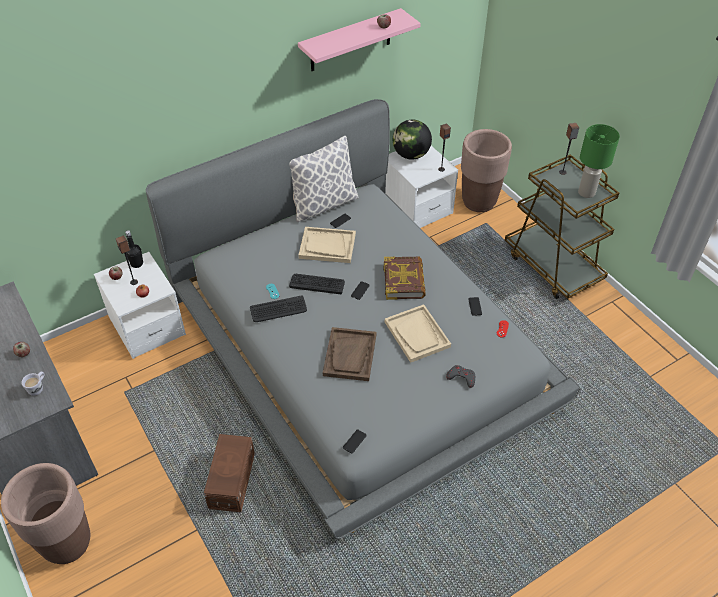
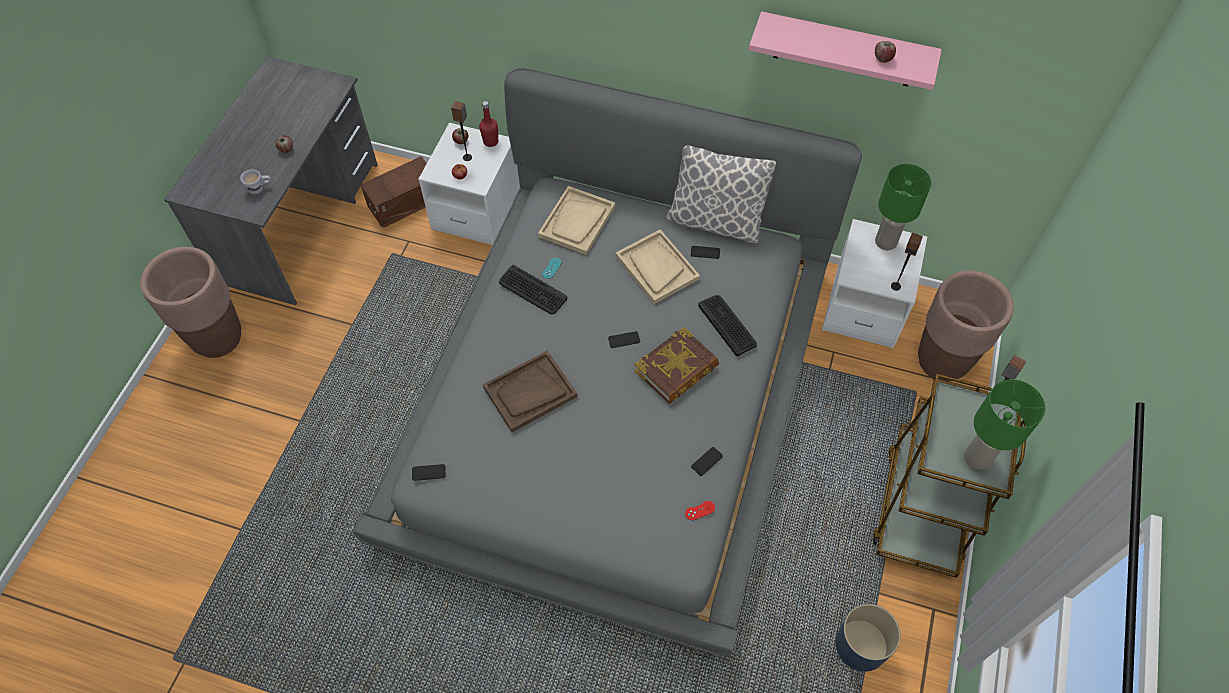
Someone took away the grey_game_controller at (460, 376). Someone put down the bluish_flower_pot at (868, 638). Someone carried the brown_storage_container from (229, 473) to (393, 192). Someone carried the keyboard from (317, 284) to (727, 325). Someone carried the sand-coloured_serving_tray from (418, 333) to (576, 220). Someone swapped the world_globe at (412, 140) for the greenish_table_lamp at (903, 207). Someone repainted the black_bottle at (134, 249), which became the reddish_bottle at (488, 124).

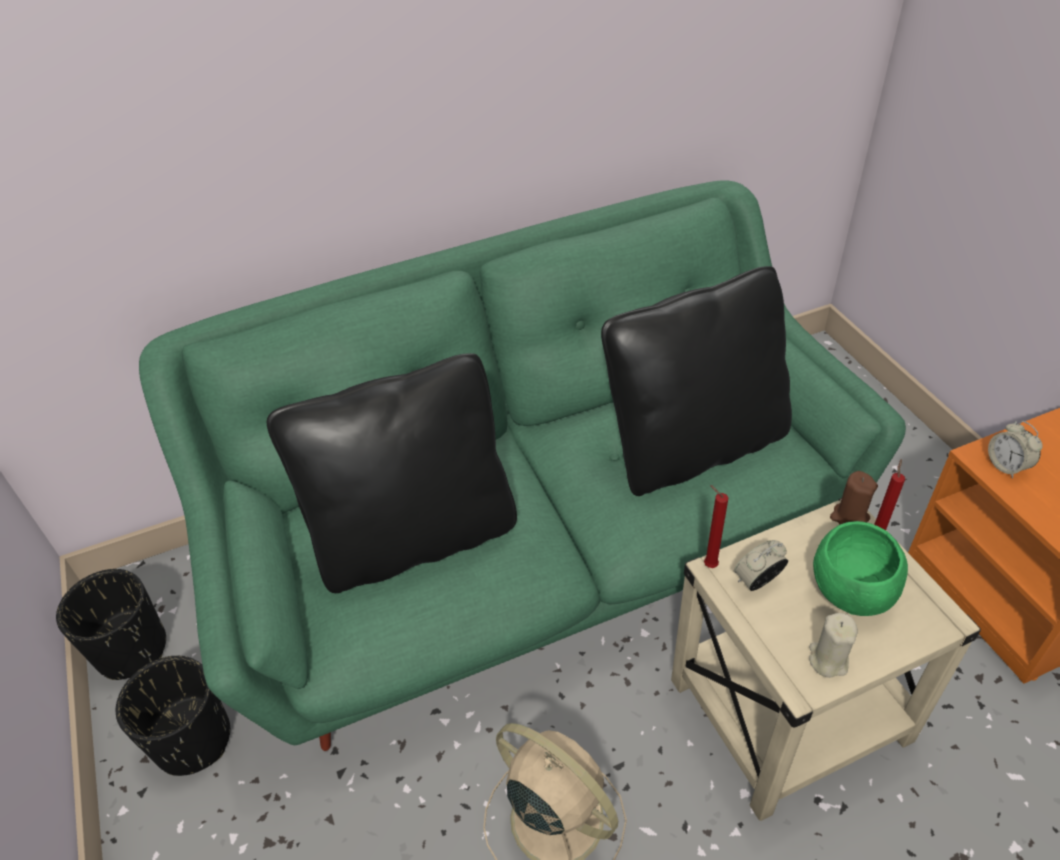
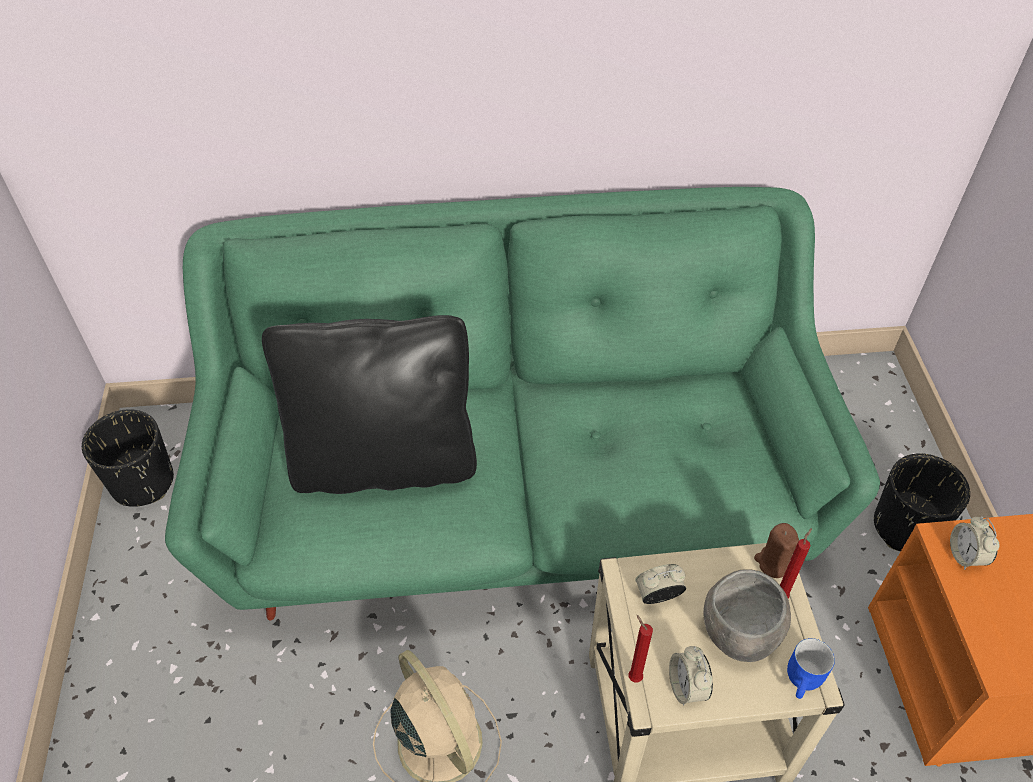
Someone took away the black_cushion at (696, 381). Someone put down the bluish_tea_mug at (811, 668). Someone carried the black_flower_pot from (173, 716) to (922, 502). Someone carried the reddish_wax_light from (716, 526) to (641, 649). Someone swapped the sand-coloured_wax_light at (833, 645) for the table_clock at (691, 676). Someone repainted the greenish_bowl at (860, 568), which became the grey_bowl at (747, 615).

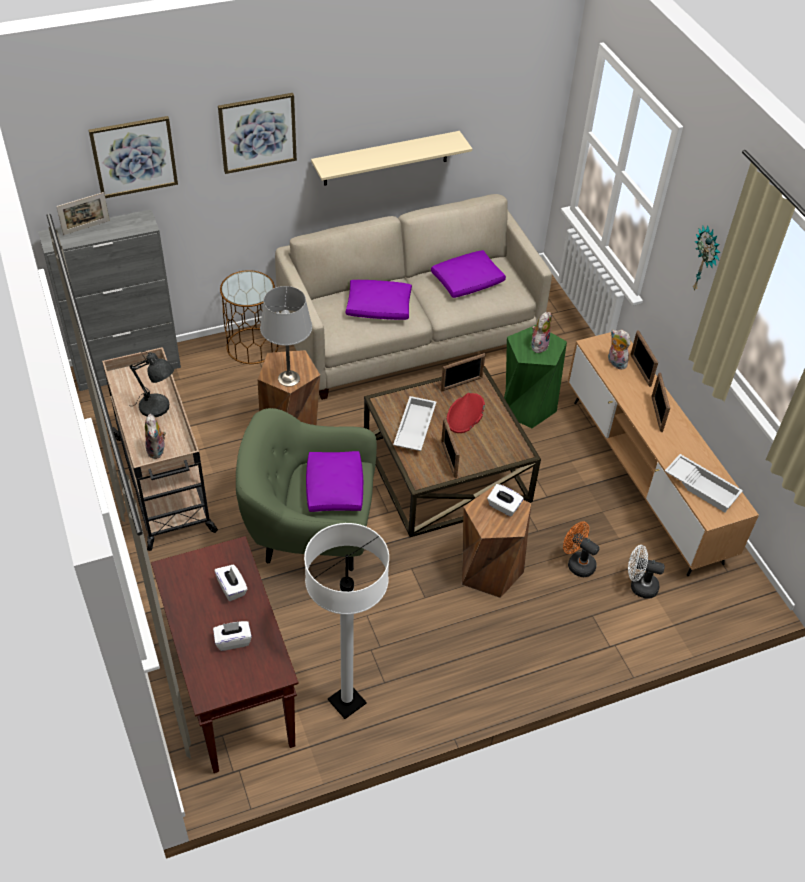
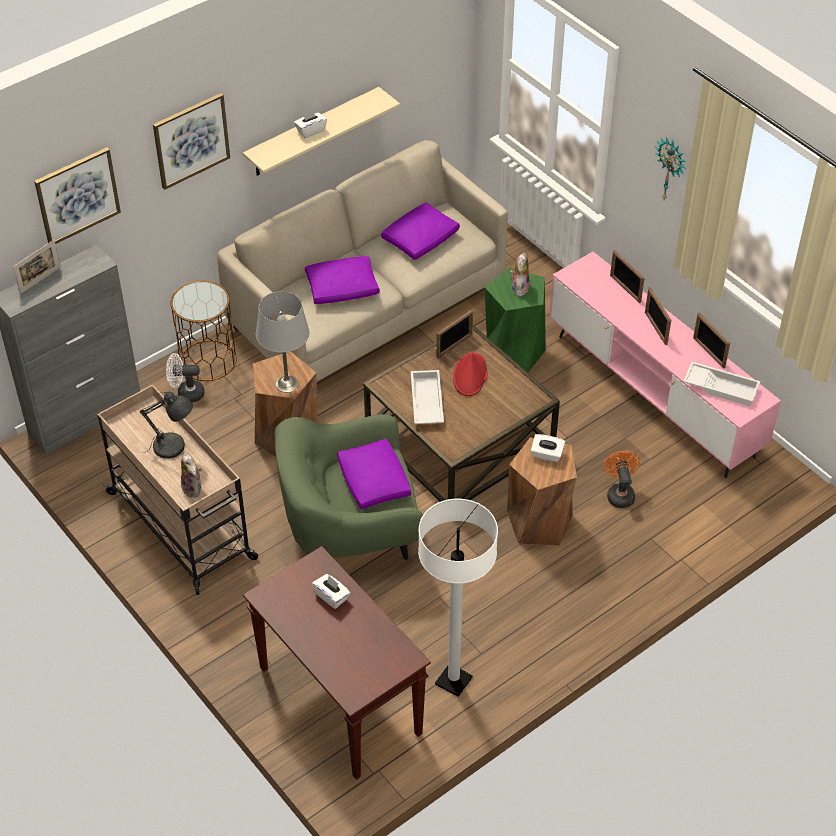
Someone took away the cuddly_toy at (619, 350). Someone carried the white-coloured_tissue_holder from (232, 636) to (310, 124). Someone carried the standing_frame from (450, 448) to (711, 340). Someone carried the white-coloured_electric_fan from (646, 571) to (185, 378). Someone repainted the brown_tv_unit at (663, 452), which became the pink-coloured_tv_unit at (665, 365). Someone rotated the orange_electric_fan at (581, 549) by 60 degrees clockwise.

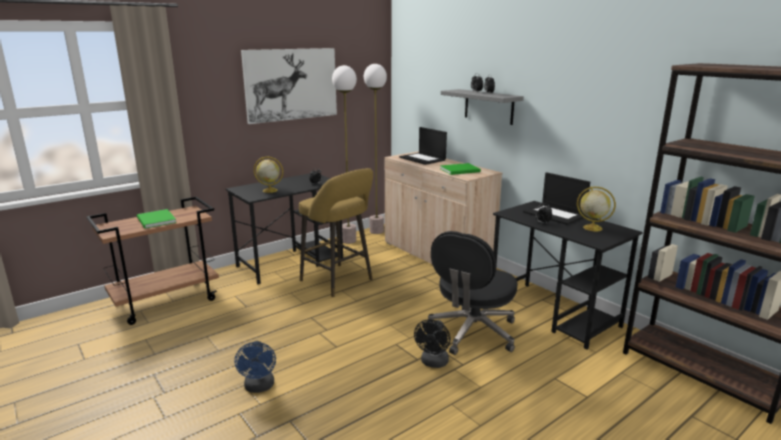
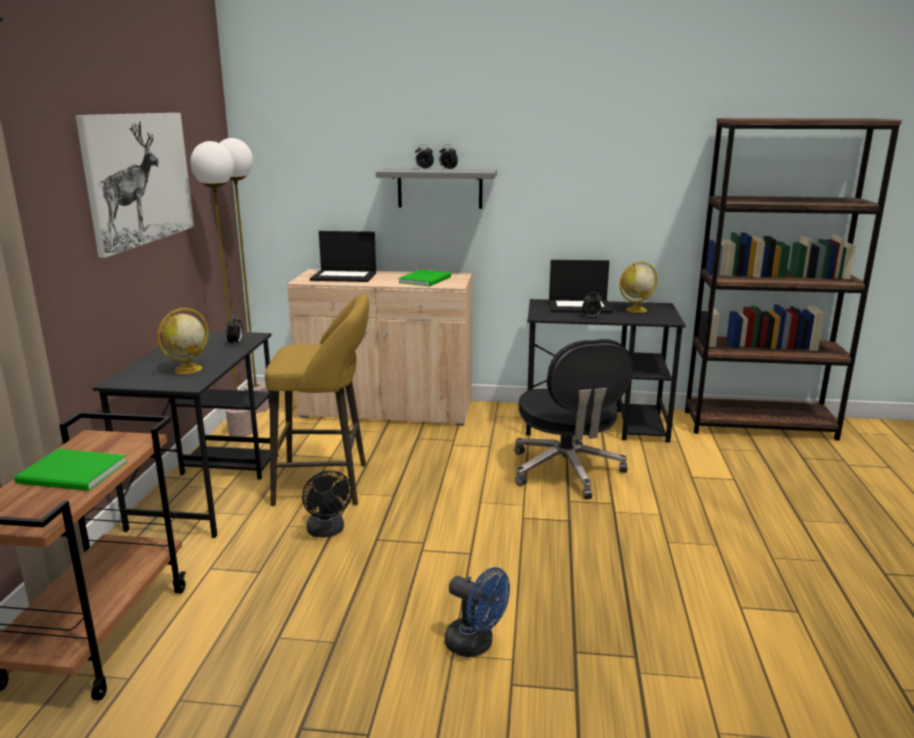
Someone carried the black_electric_fan from (432, 343) to (327, 504).

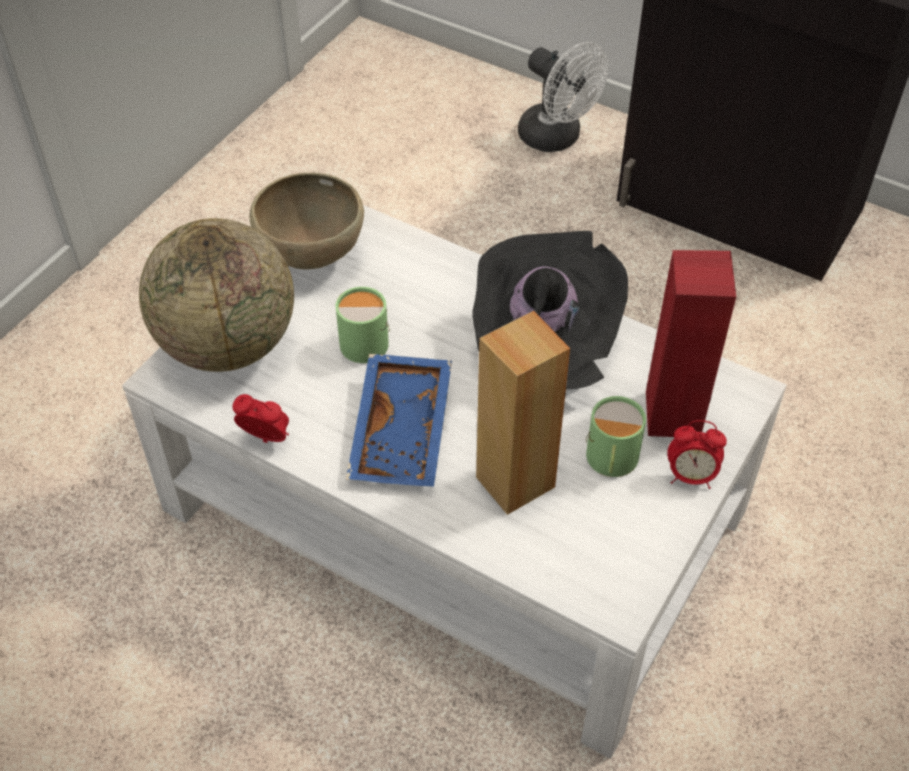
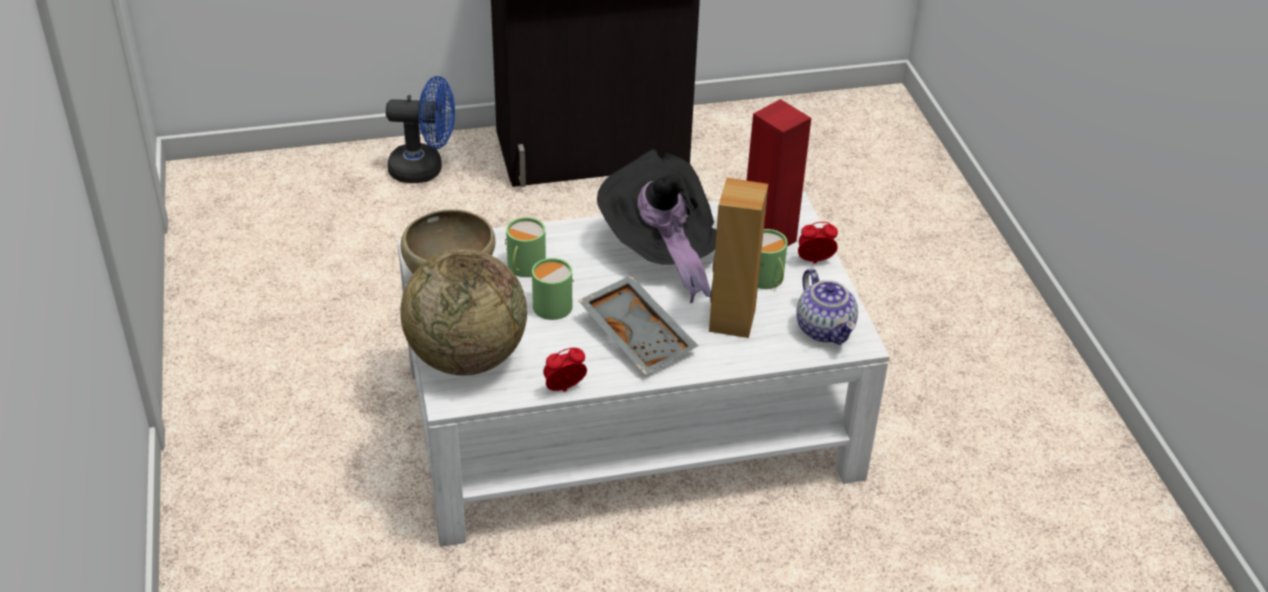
Someone put down the greenish_tea_mug at (525, 247). Someone put down the pot_for_tea at (827, 307). Someone repainted the bluish_serving_tray at (399, 420), which became the grey_serving_tray at (638, 325). Someone repainted the white-coloured_electric_fan at (563, 97), which became the bluish_electric_fan at (420, 129). Someone rotated the table_clock at (697, 454) by 150 degrees counterclockwise.

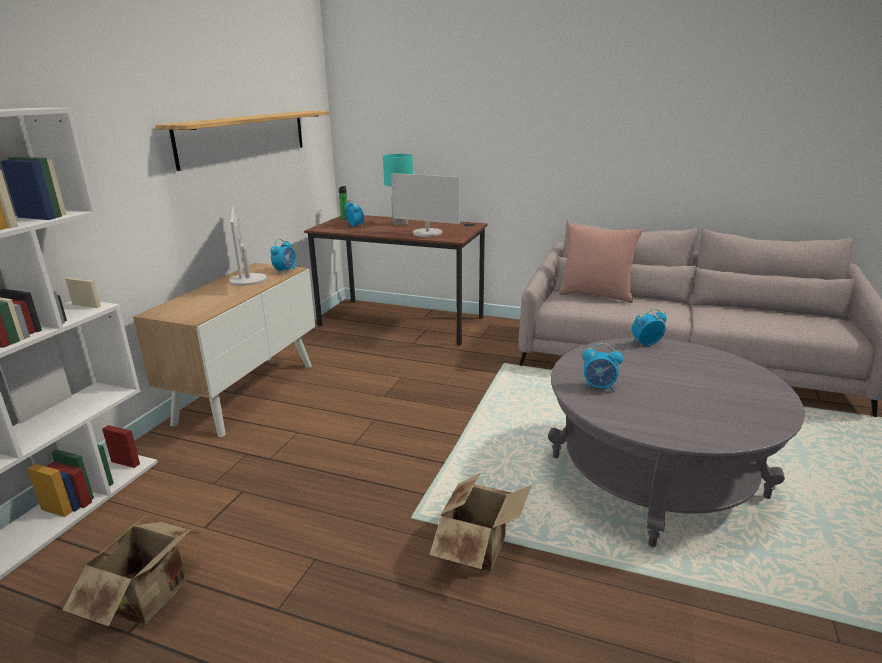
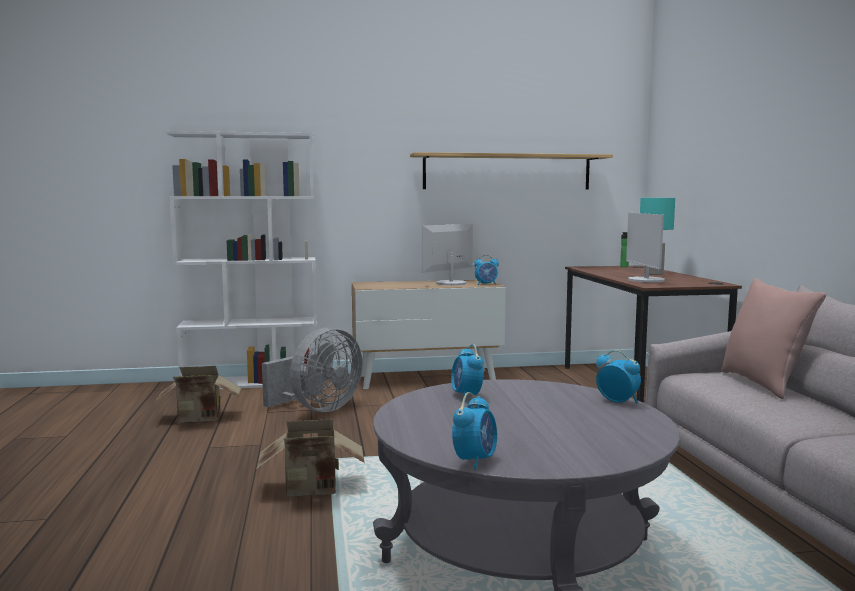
Someone put down the grey_electric_fan at (312, 369). Someone carried the table_clock from (354, 213) to (474, 431).

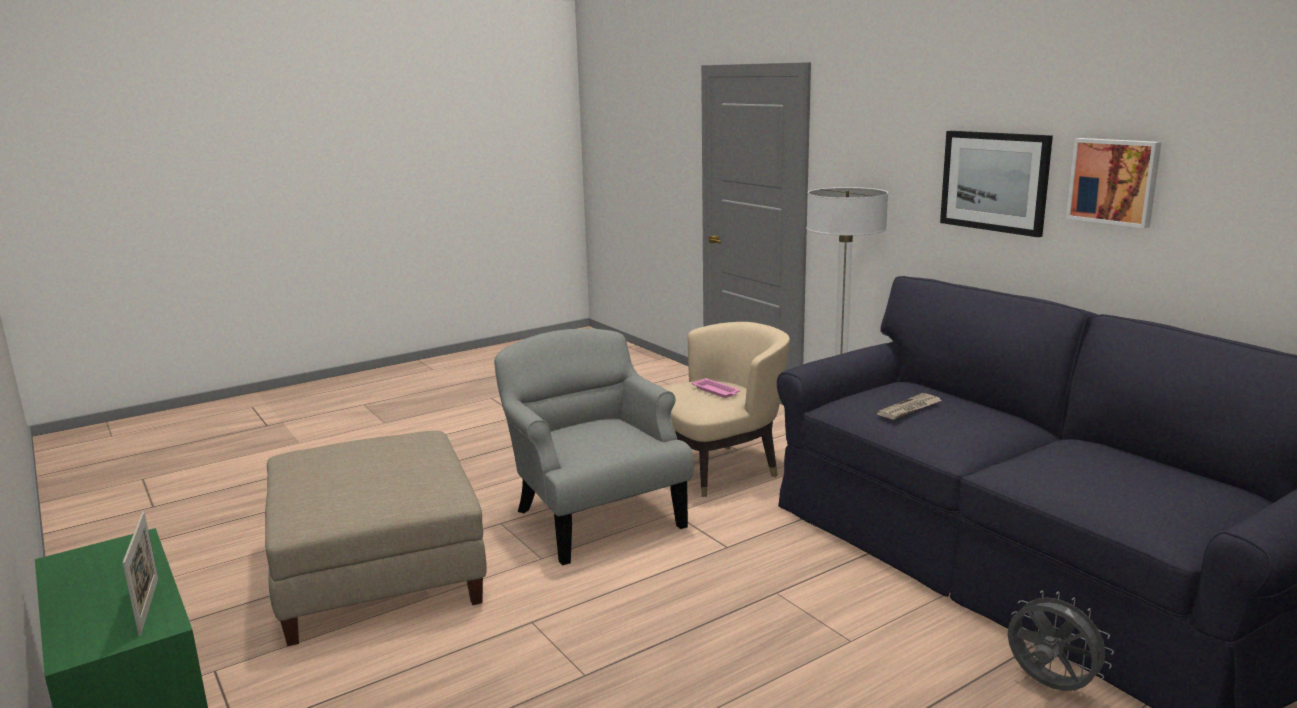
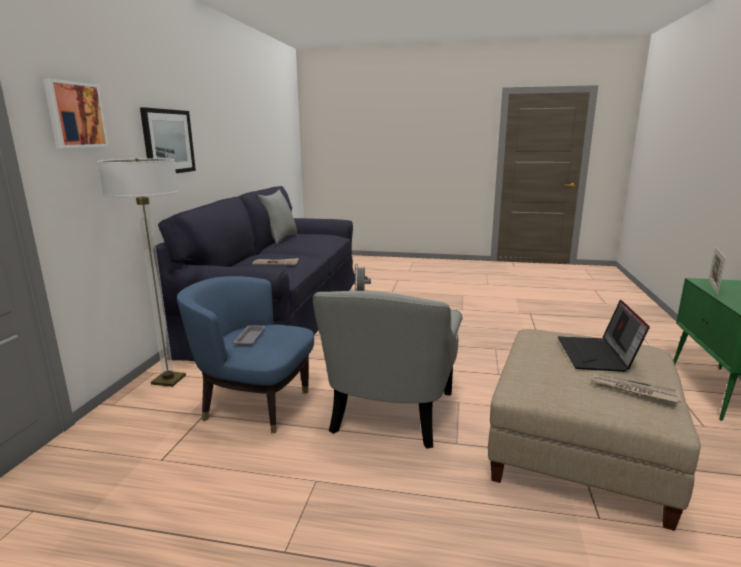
Someone put down the grey_cushion at (277, 217). Someone put down the laptop at (604, 336). Someone put down the printed_paper at (636, 388). Someone carried the picture from (1113, 183) to (76, 113). Someone repainted the sand-coloured_easy_chair at (726, 409), which became the bluish_easy_chair at (245, 354). Someone repainted the pink-coloured_serving_tray at (716, 388), which became the grey_serving_tray at (249, 335).

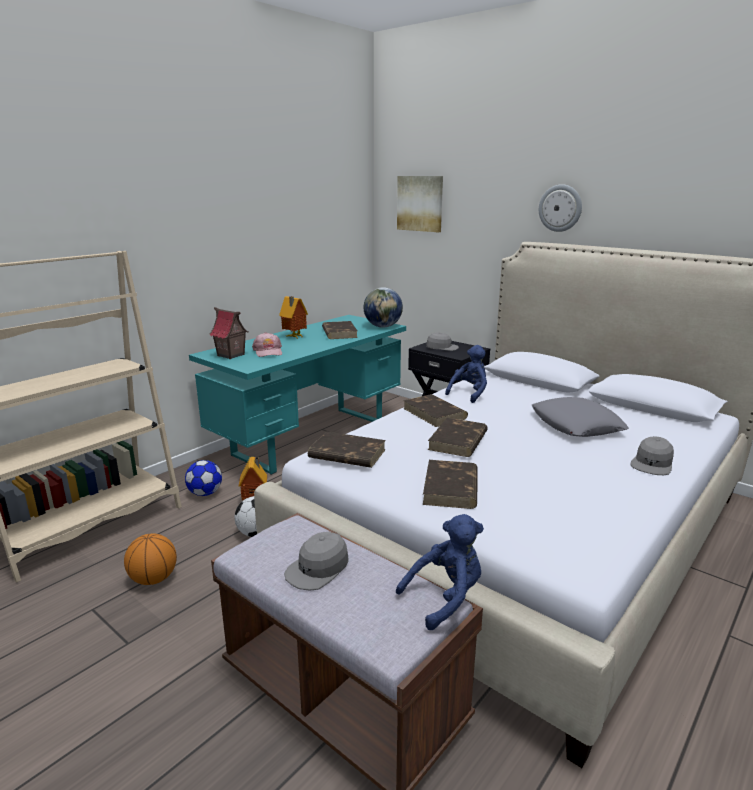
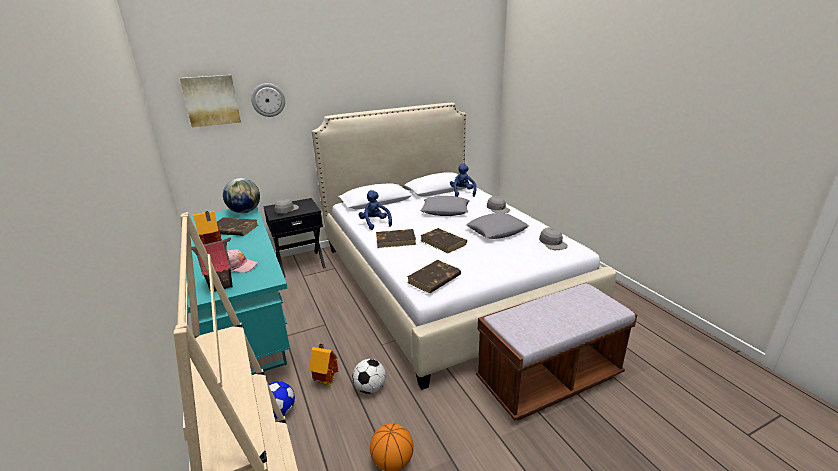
Someone took away the brown_bound_book at (450, 484). Someone put down the grey_cushion at (497, 226). Someone carried the grey_baseball_cap from (316, 561) to (553, 238). Someone carried the bluish_cuddly_toy from (440, 572) to (463, 180). Someone carried the clock_on_the_wall from (560, 208) to (268, 100).

